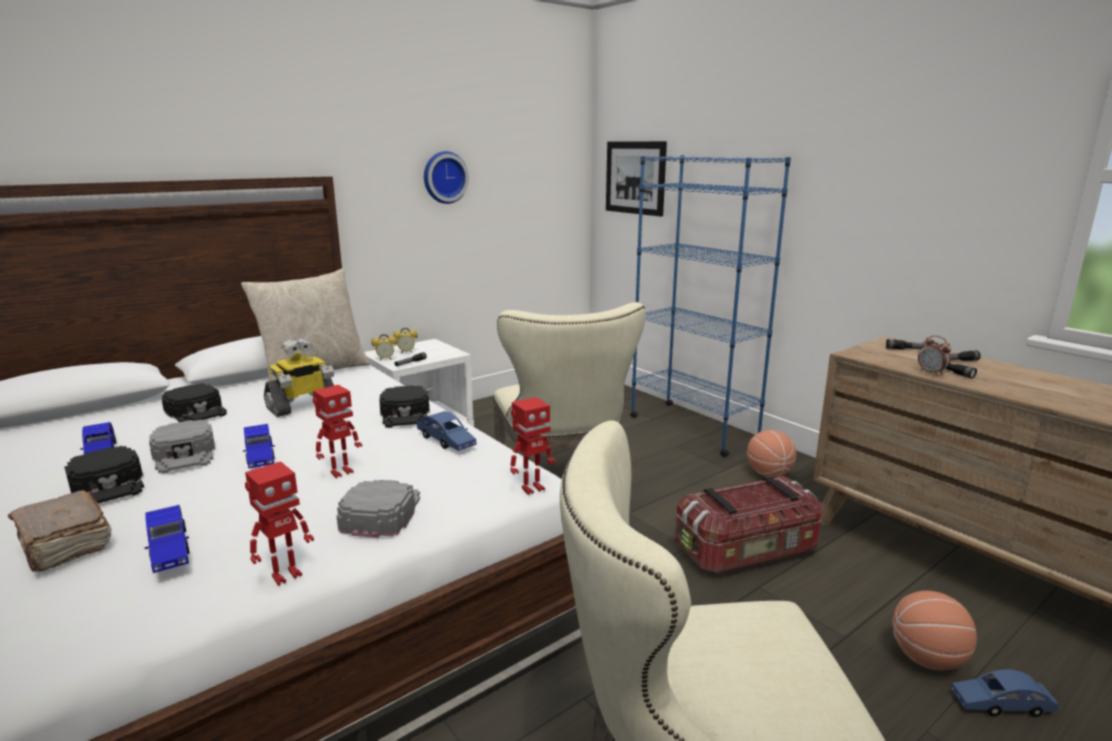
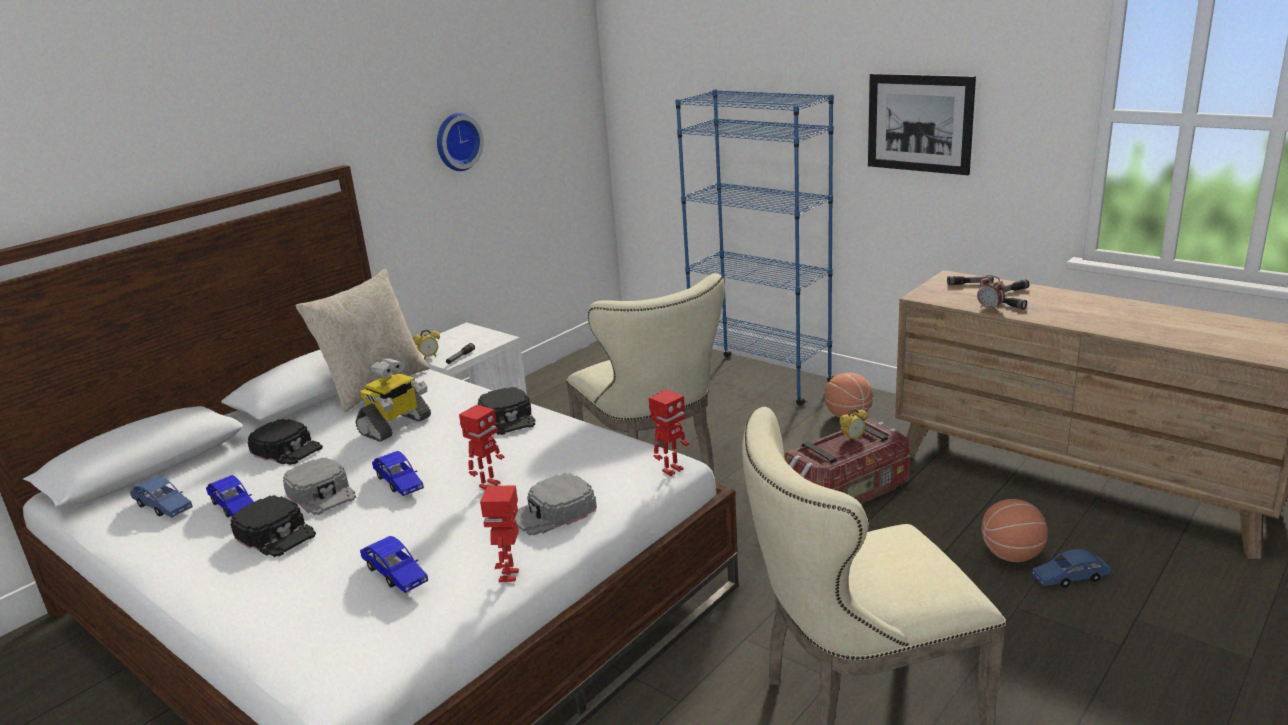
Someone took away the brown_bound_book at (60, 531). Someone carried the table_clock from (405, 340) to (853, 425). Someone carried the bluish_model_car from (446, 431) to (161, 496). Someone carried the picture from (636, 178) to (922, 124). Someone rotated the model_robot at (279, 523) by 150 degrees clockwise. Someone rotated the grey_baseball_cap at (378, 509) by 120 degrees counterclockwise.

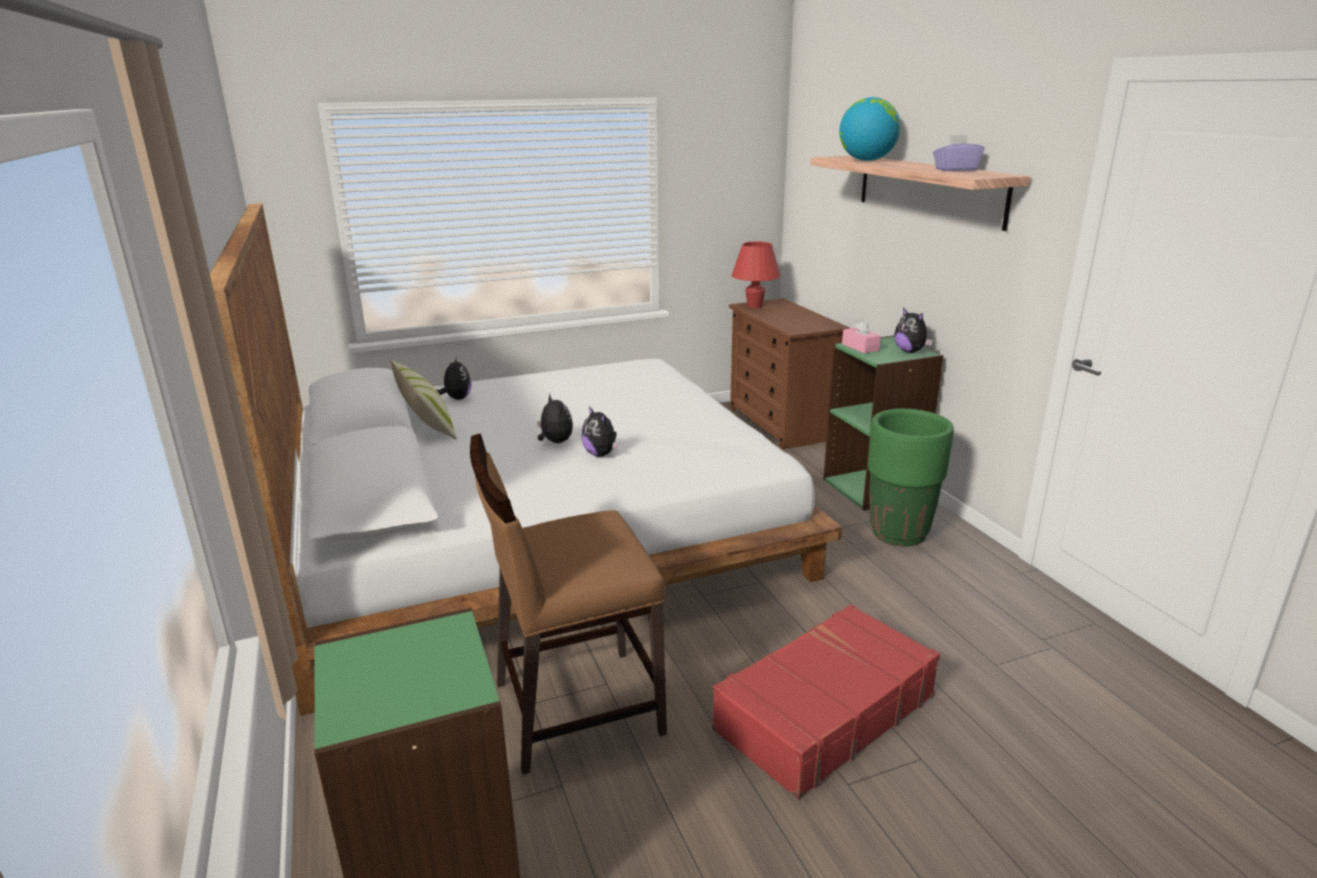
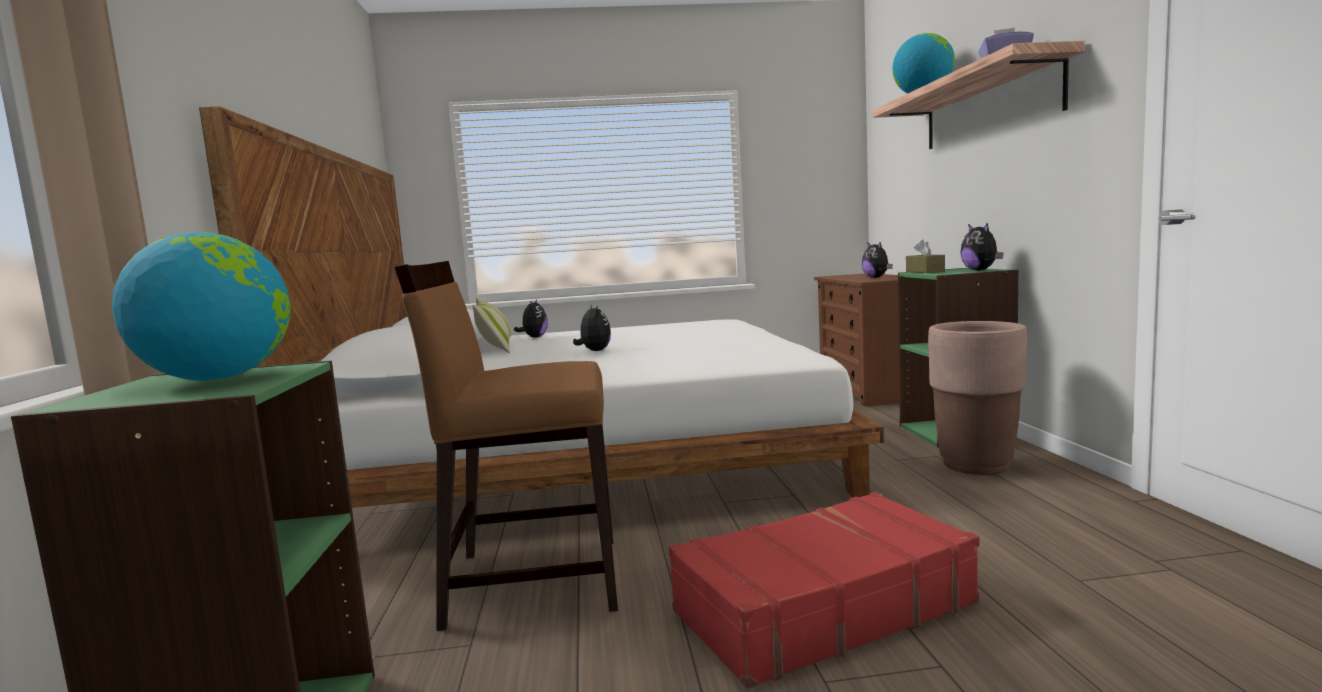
Someone took away the reddish_table_lamp at (756, 275). Someone put down the world_globe at (201, 306). Someone carried the cuddly_toy from (601, 431) to (877, 260). Someone repainted the pink-coloured_tissue_holder at (861, 335), which became the brown_tissue_holder at (925, 256). Someone repainted the greenish_flower_pot at (911, 477), which became the brown_flower_pot at (977, 398).

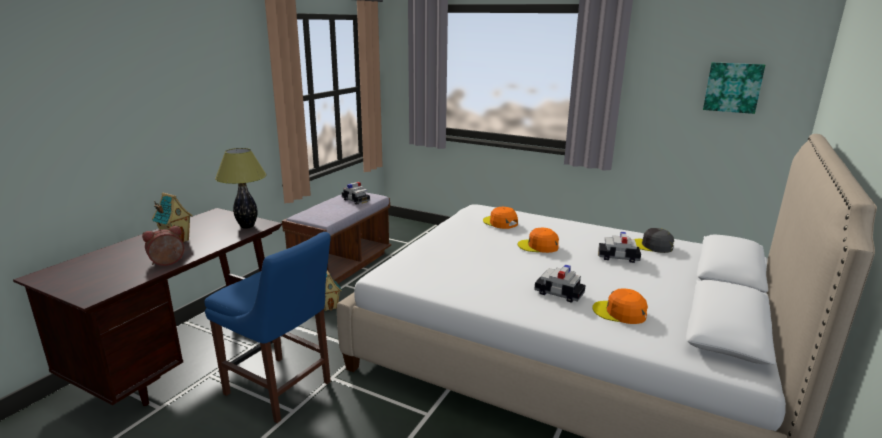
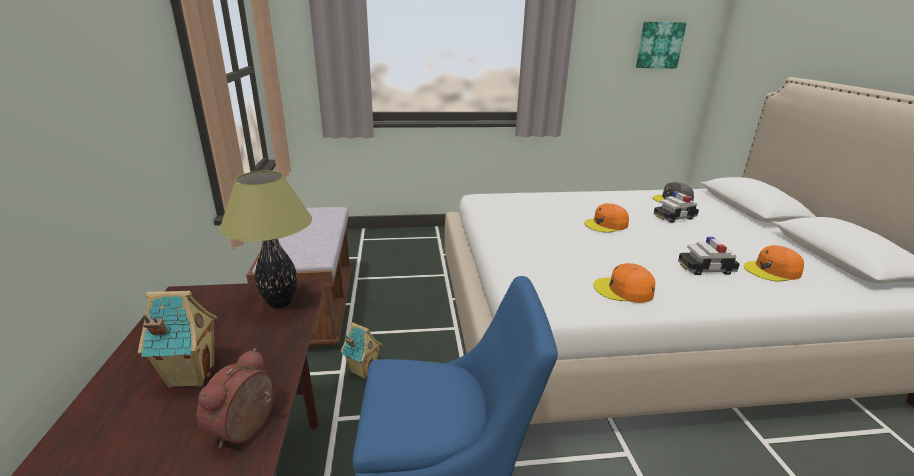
Someone took away the model_car at (356, 193). Someone carried the orange_baseball_cap from (500, 218) to (624, 283).

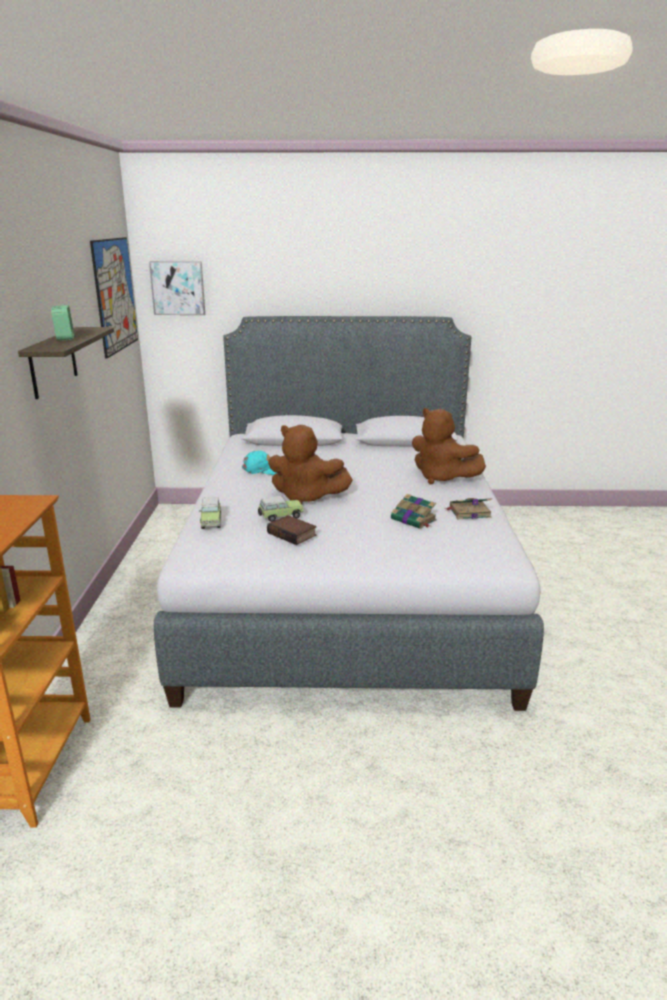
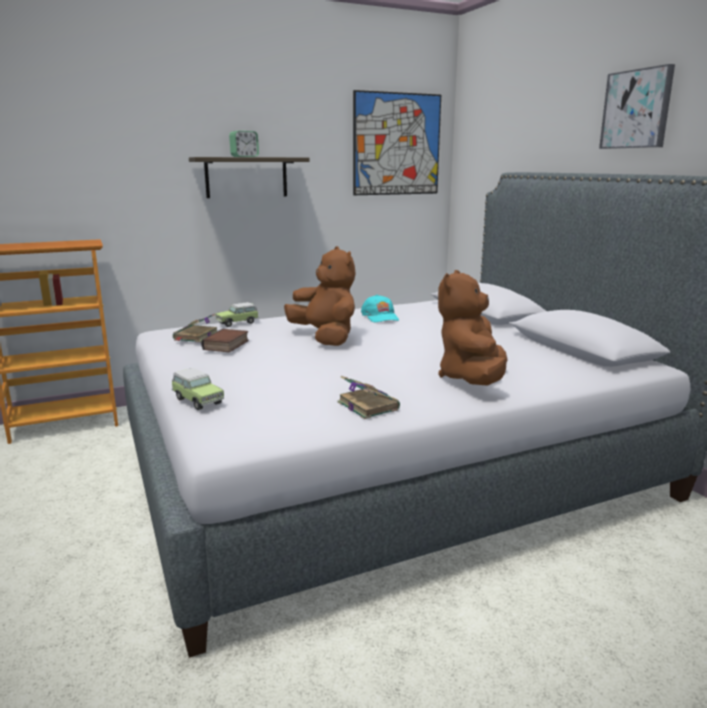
Someone carried the picture from (177, 288) to (637, 106). Someone carried the model_car from (281, 509) to (198, 389). Someone carried the bound_book from (414, 511) to (195, 328). Someone rotated the brown_cuddly_toy at (310, 464) by 150 degrees clockwise.

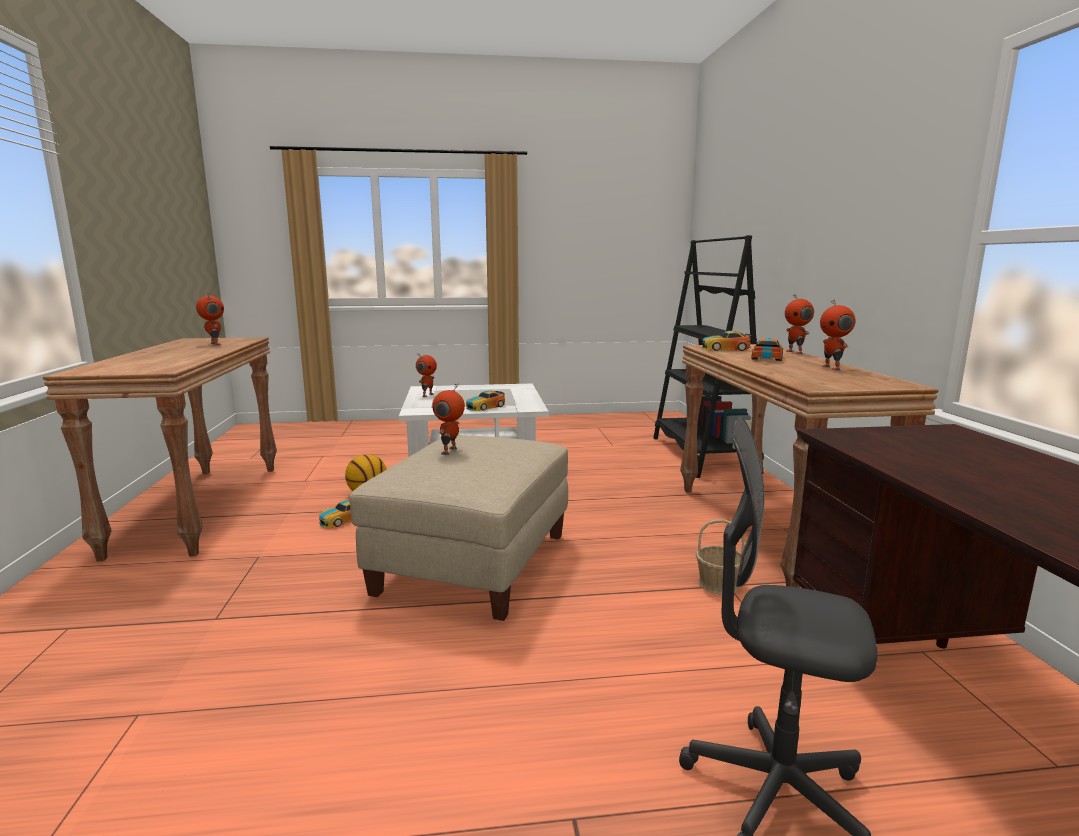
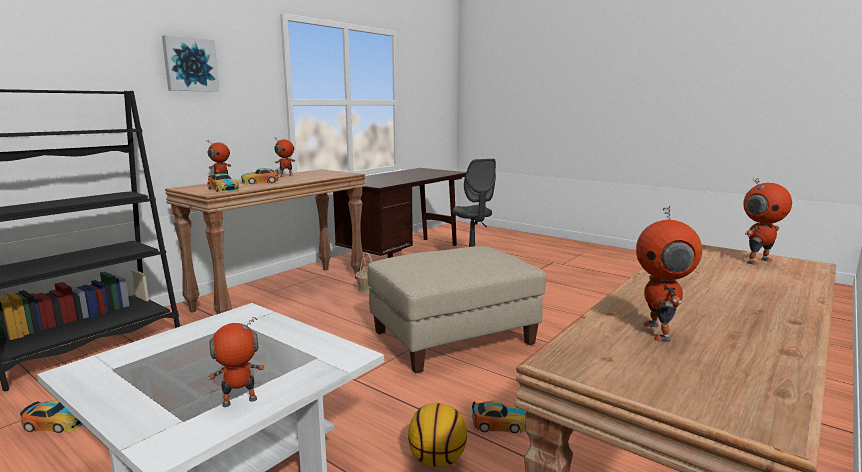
Someone put up the picture at (191, 63). Someone carried the model_robot from (448, 419) to (767, 221). Someone carried the model_car from (485, 401) to (51, 416).

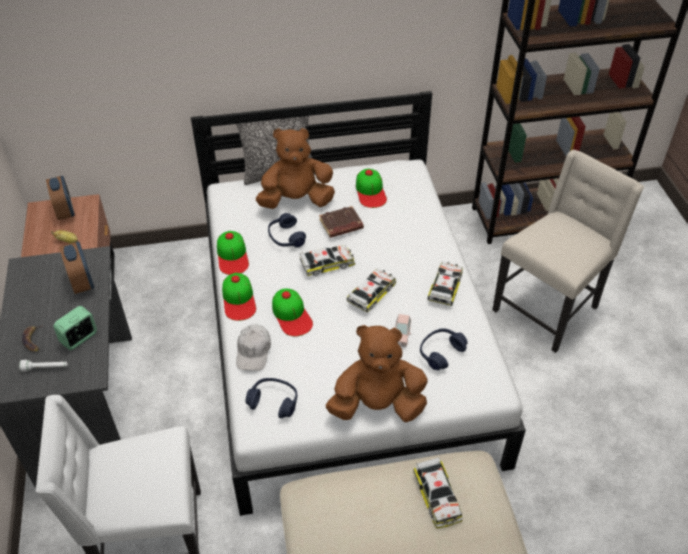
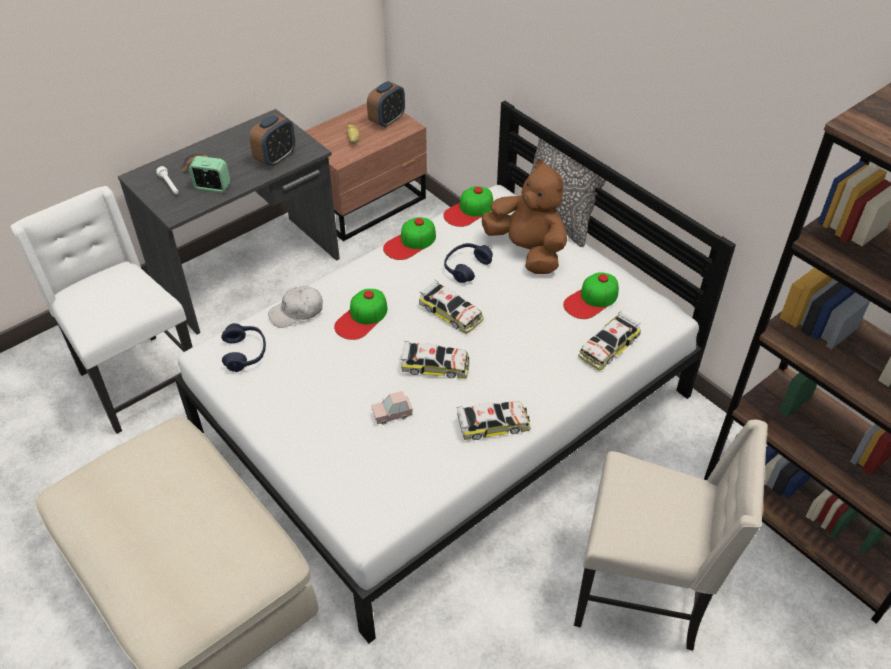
Someone took away the brown_bound_book at (341, 222). Someone took away the brown_cuddly_toy at (377, 373). Someone took away the bluish_pair_of_headphones at (443, 349). Someone carried the baseball_cap from (239, 297) to (468, 206). Someone carried the model_car from (438, 492) to (609, 340).

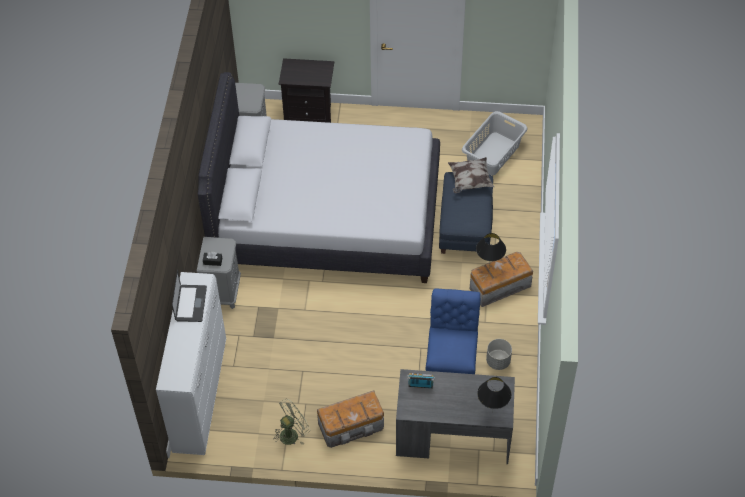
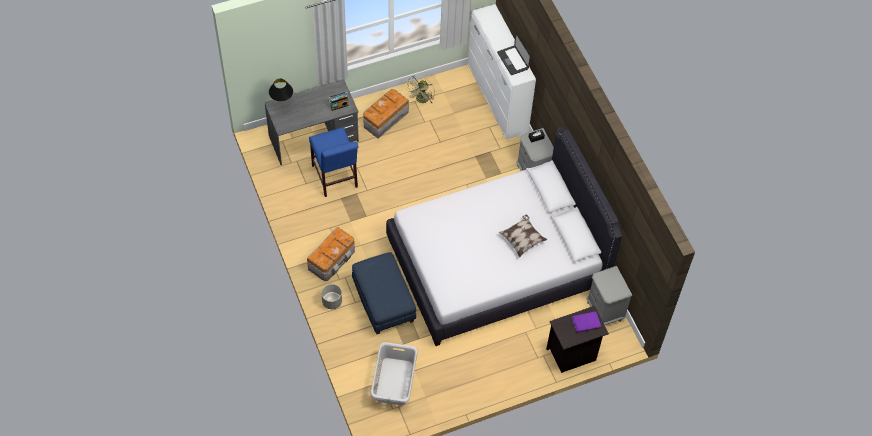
Someone took away the black_table_lamp at (491, 250). Someone put down the purplish_bound_book at (586, 322). Someone carried the cushion from (471, 175) to (522, 236). Someone carried the grey_flower_pot from (499, 354) to (331, 296).

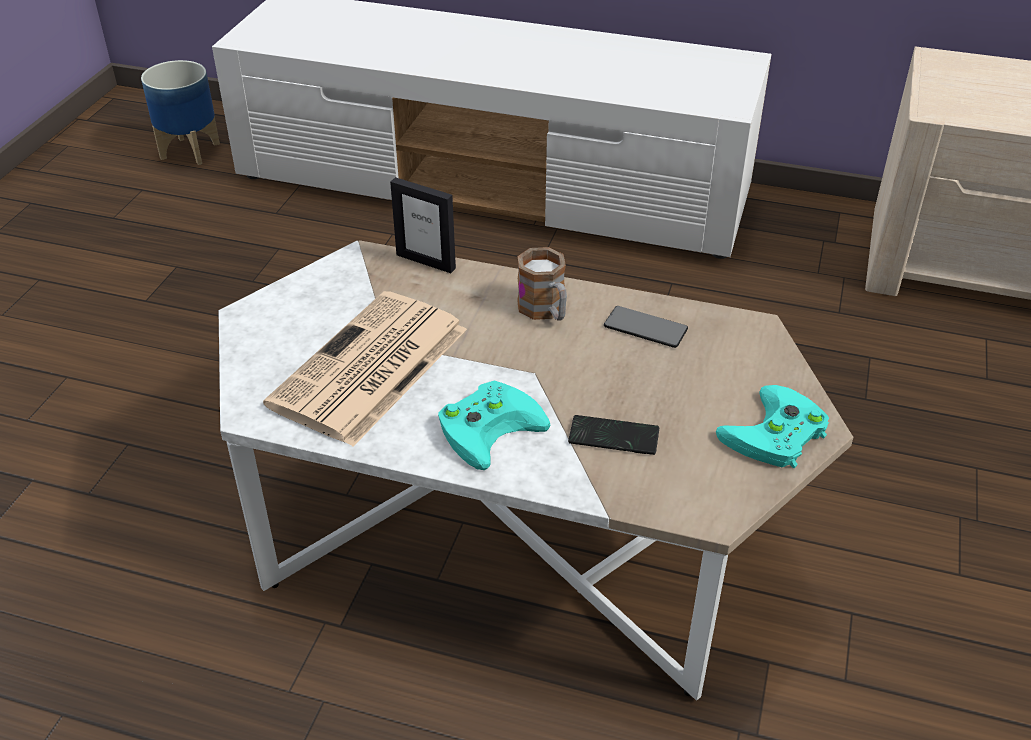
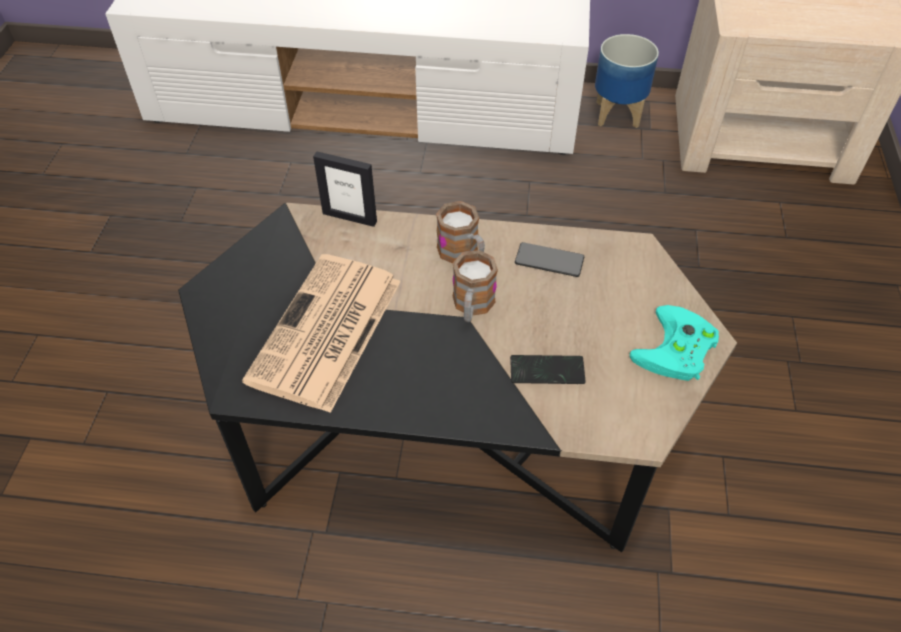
Someone took away the blue-green_game_controller at (494, 425). Someone put down the tea_mug at (475, 286). Someone carried the flower_pot from (180, 112) to (627, 81). Someone repainted the white-coloured_coffee_table at (536, 470), which became the black_coffee_table at (457, 377).

